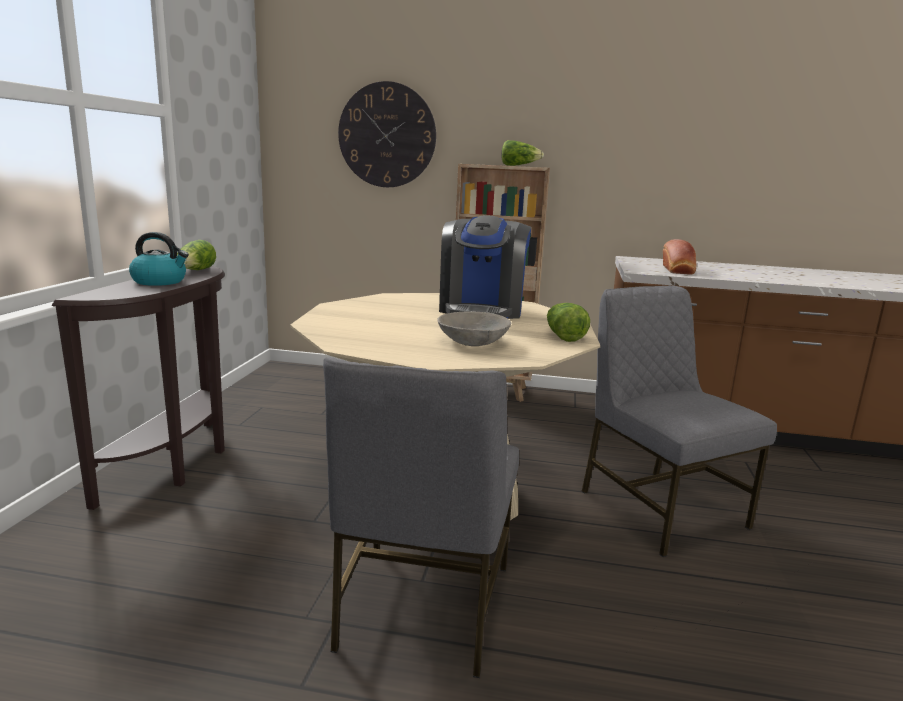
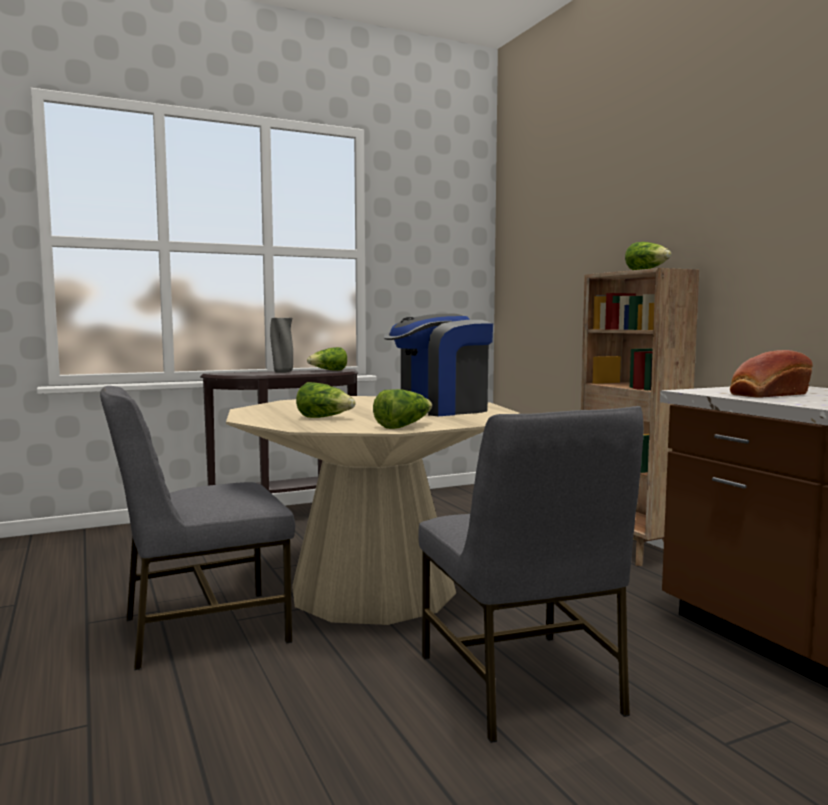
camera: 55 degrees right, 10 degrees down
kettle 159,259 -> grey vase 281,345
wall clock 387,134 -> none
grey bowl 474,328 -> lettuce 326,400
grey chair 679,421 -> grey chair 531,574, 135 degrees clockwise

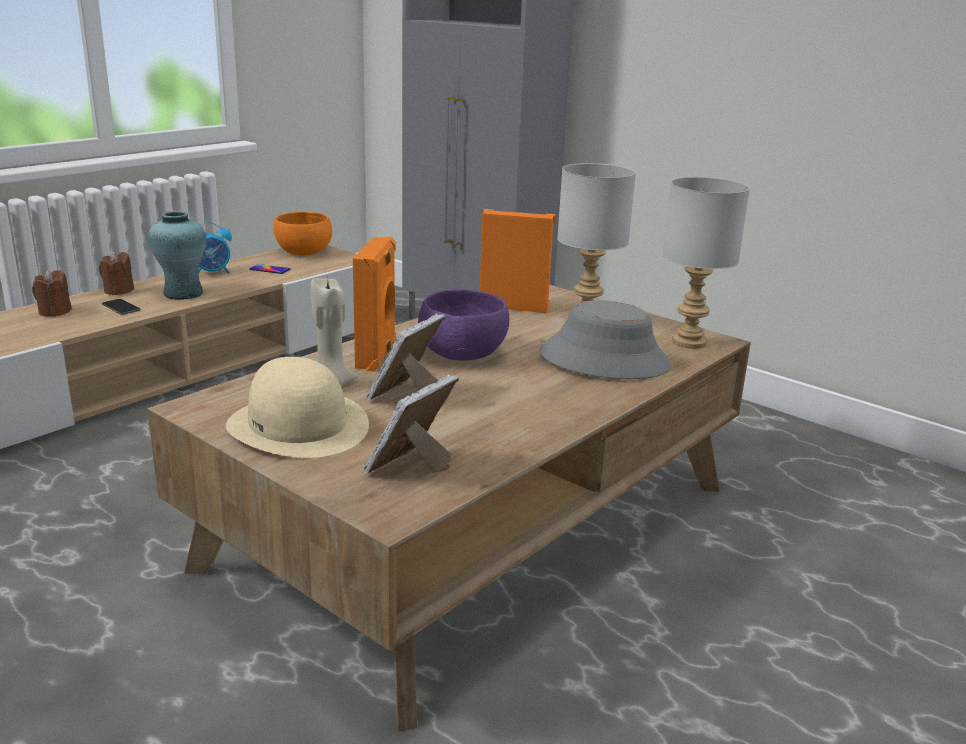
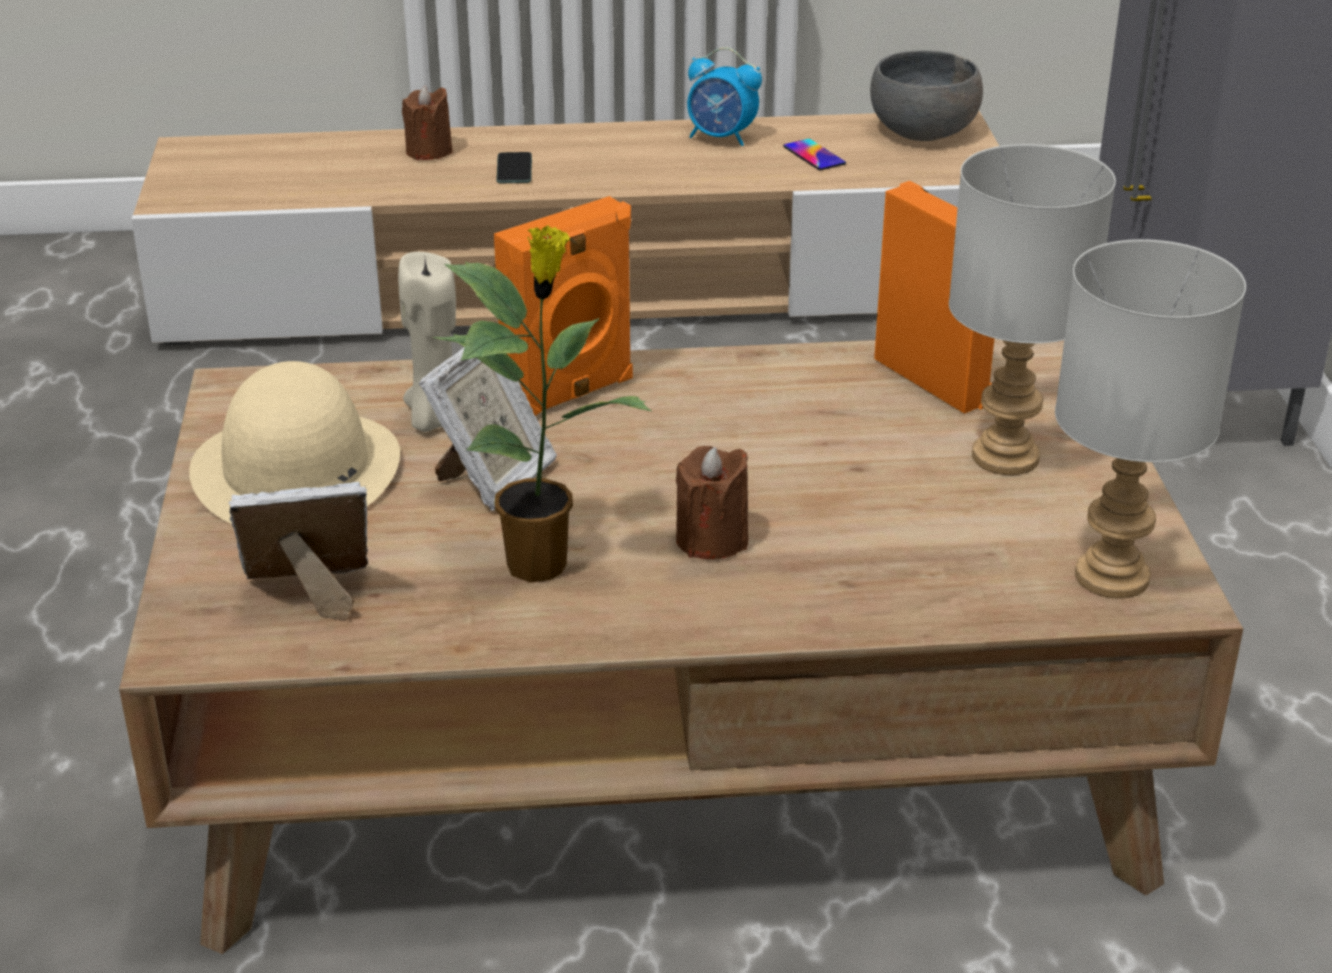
camera: 45 degrees right, 10 degrees up
brown candle 116,273 -> brown candle 712,502, move
turquoise vase 177,255 -> none
orange bowl 302,233 -> grey bowl 926,95
picture frame 405,357 -> picture frame 488,429, 135 degrees clockwise
purple bowl 463,325 -> none
grey hat 605,339 -> none
none -> potted plant 542,404

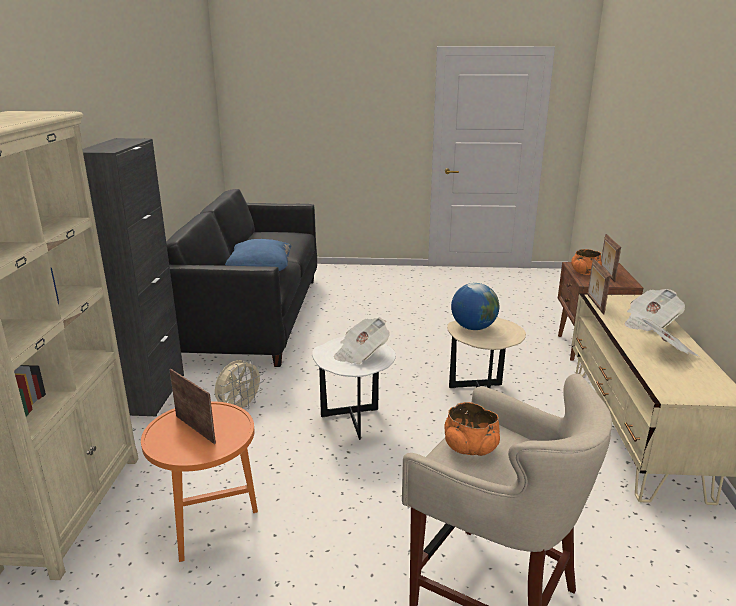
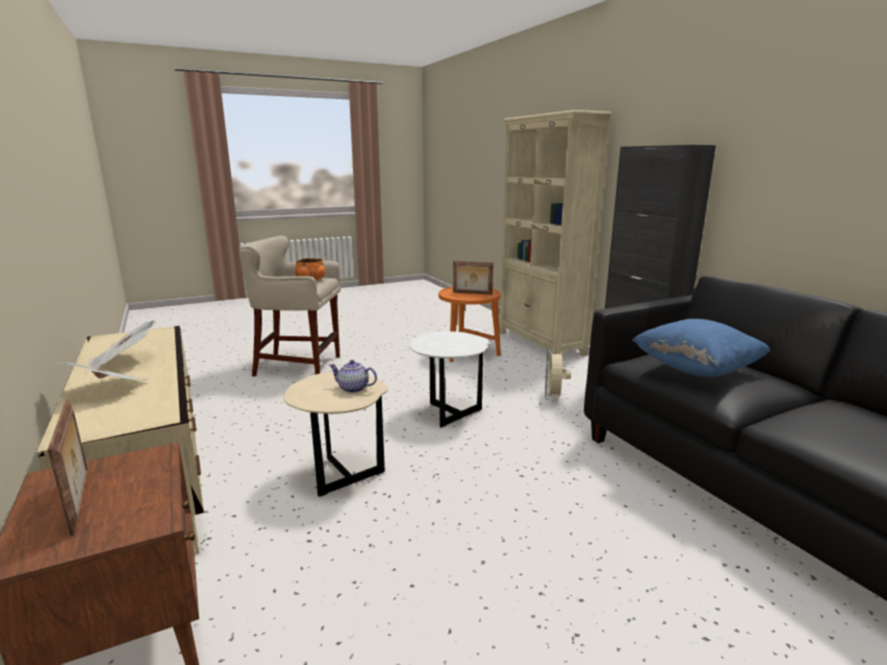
camera: 150 degrees right, 5 degrees down
newspaper 362,341 -> none
globe 475,306 -> teapot 353,376
orange bowl 586,262 -> none
picture frame 599,286 -> none

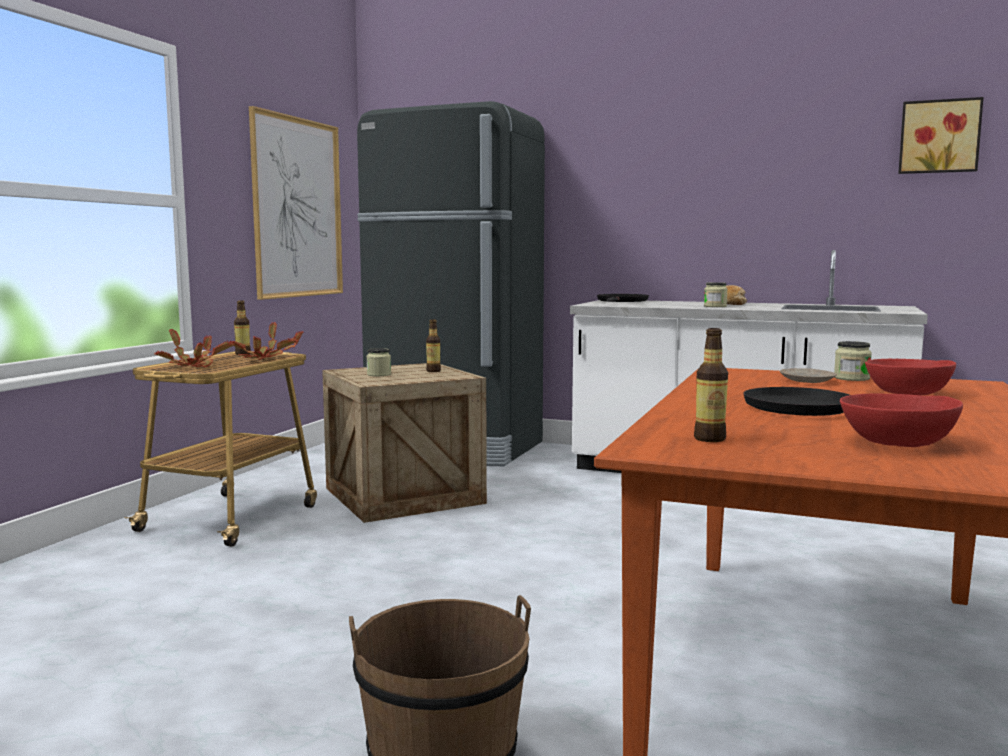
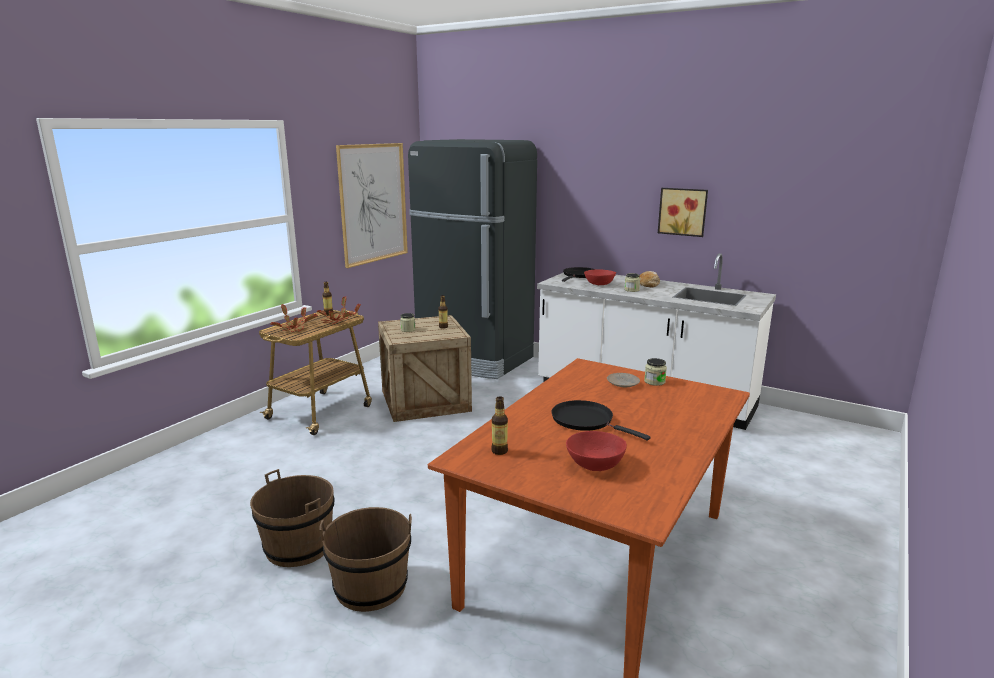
camera: 10 degrees right, 10 degrees up
red bowl 910,377 -> red bowl 600,277, move
picture 941,135 -> picture 683,212, move
none -> brown bucket 292,518

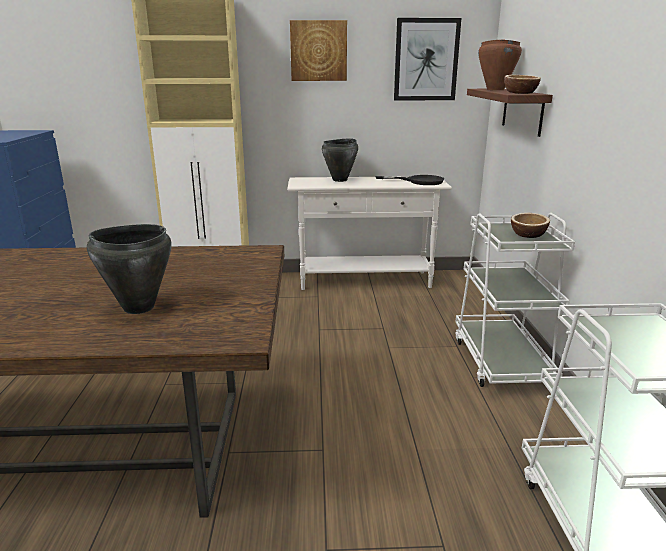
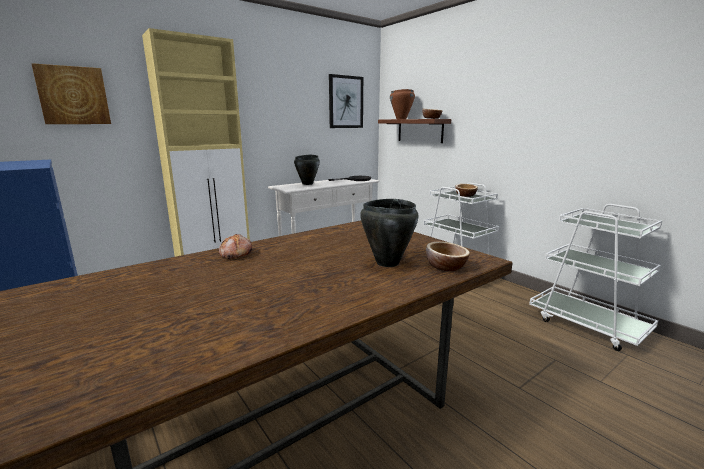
camera: 35 degrees left, 5 degrees down
picture 318,50 -> picture 71,93, move
none -> bread 235,246
none -> bowl 448,256

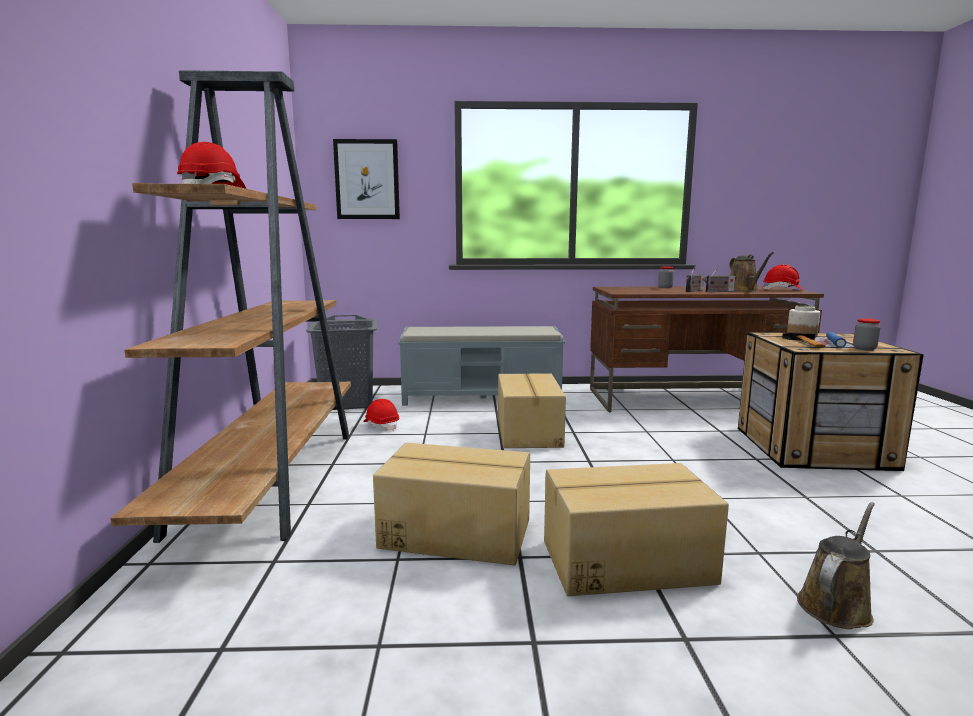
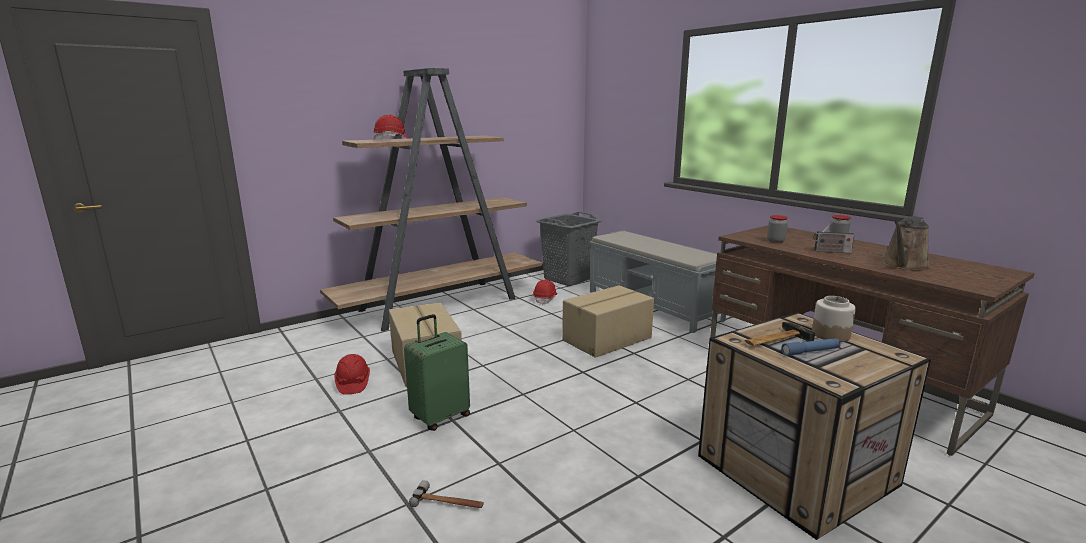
camera: 55 degrees right, 5 degrees up
picture 366,179 -> none
cardboard box 636,529 -> green suitcase 437,372
radio 719,280 -> none
red hard hat 783,277 -> red hard hat 352,374, move
brown watering can 836,565 -> hammer 446,494
jar 867,334 -> jar 777,229, move

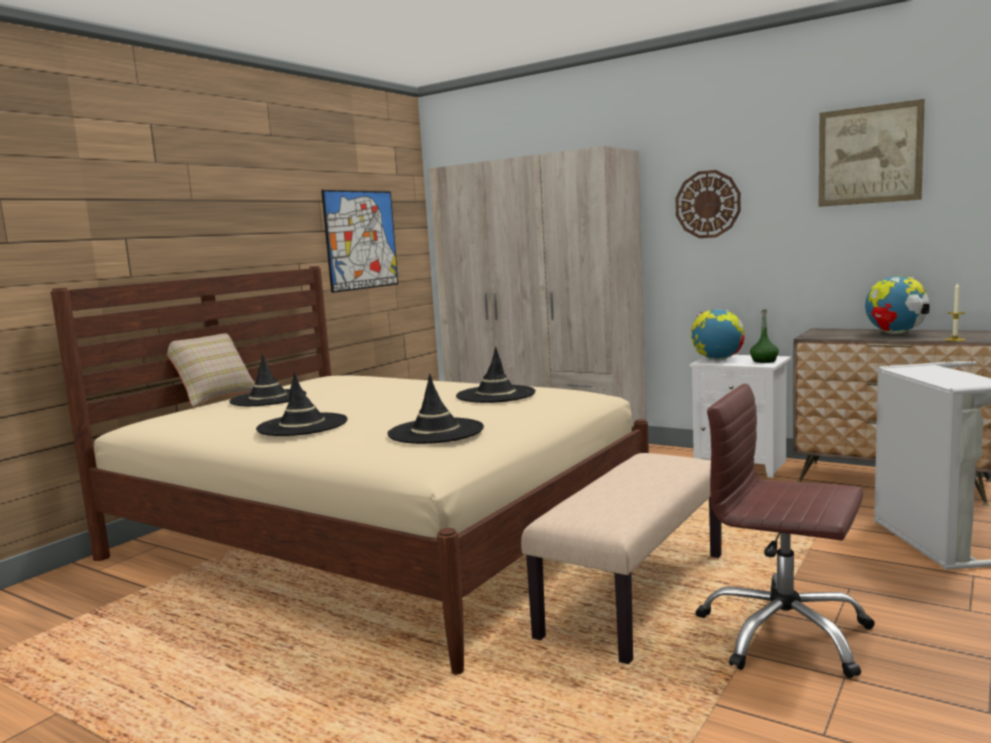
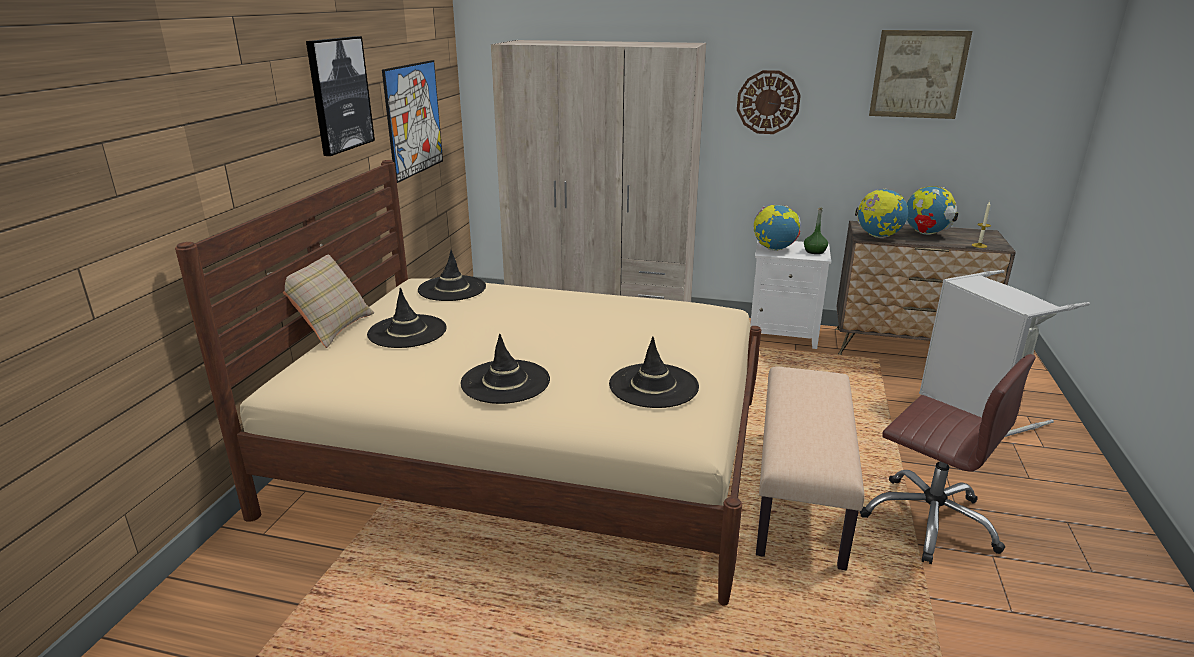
camera: 20 degrees left, 15 degrees up
black hat 495,375 -> black hat 452,275, move
brown office chair 785,531 -> brown office chair 947,459, 150 degrees counterclockwise
none -> picture 340,96
none -> globe 881,213

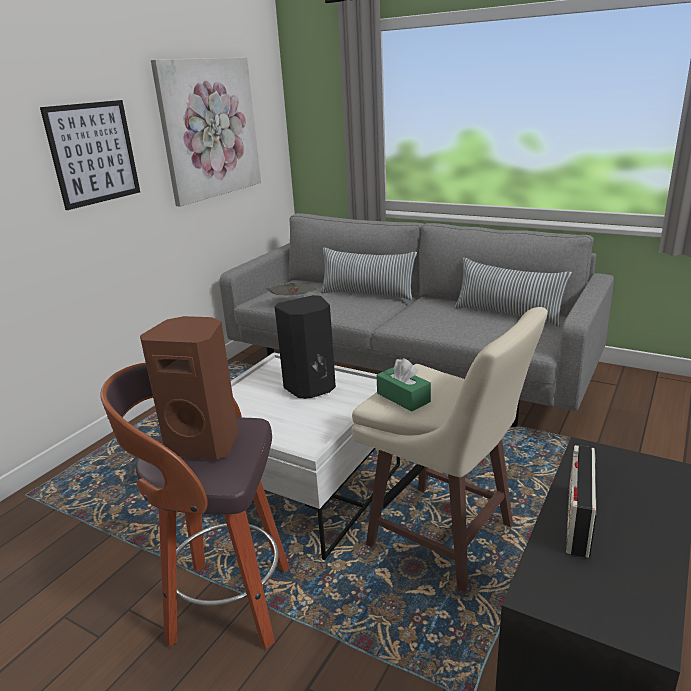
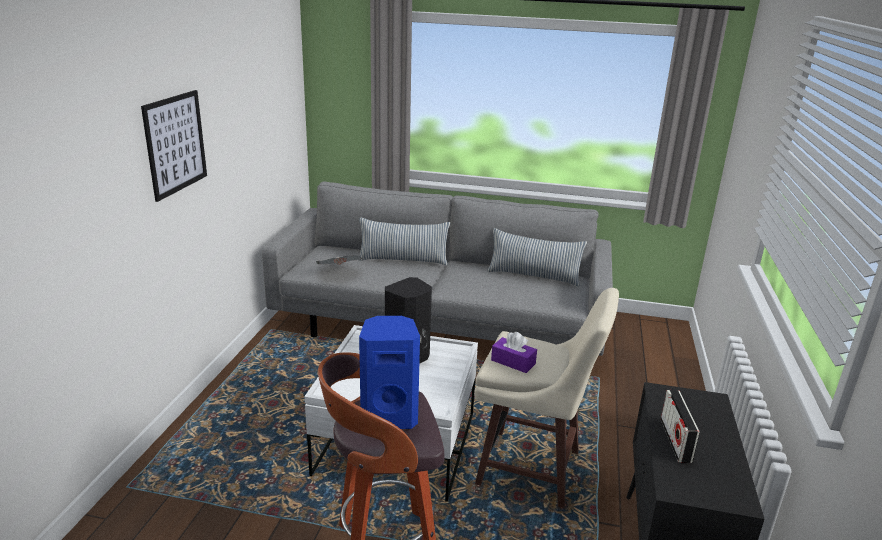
camera: 20 degrees left, 0 degrees up
brown speaker 189,388 -> blue speaker 389,372
picture 206,132 -> none
green tissue box 403,385 -> purple tissue box 514,352

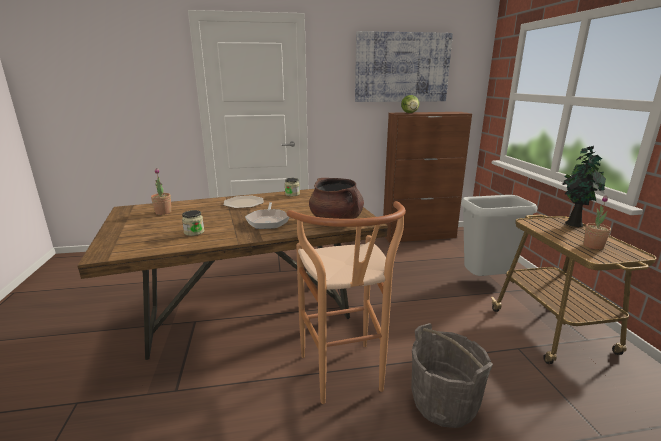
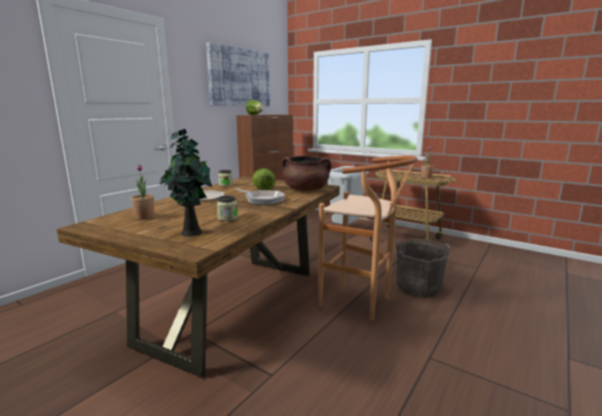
camera: 45 degrees left, 5 degrees down
potted plant 584,186 -> potted plant 185,182, move
none -> lettuce 264,179

